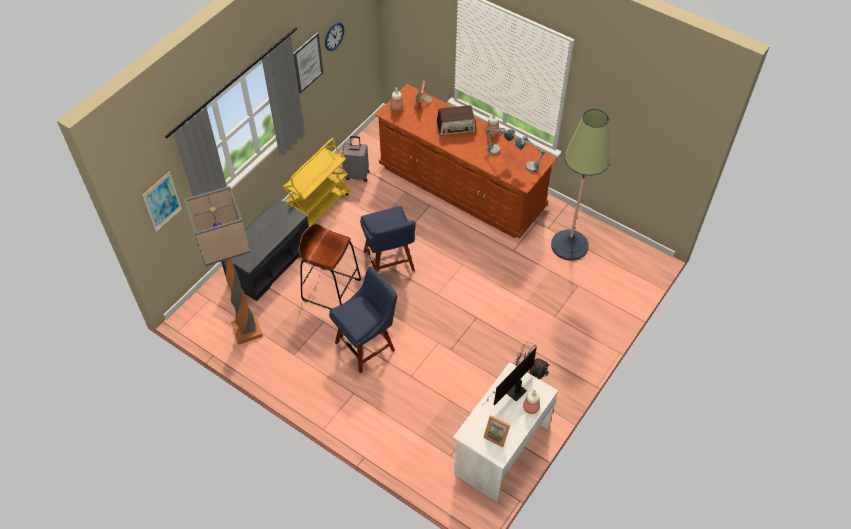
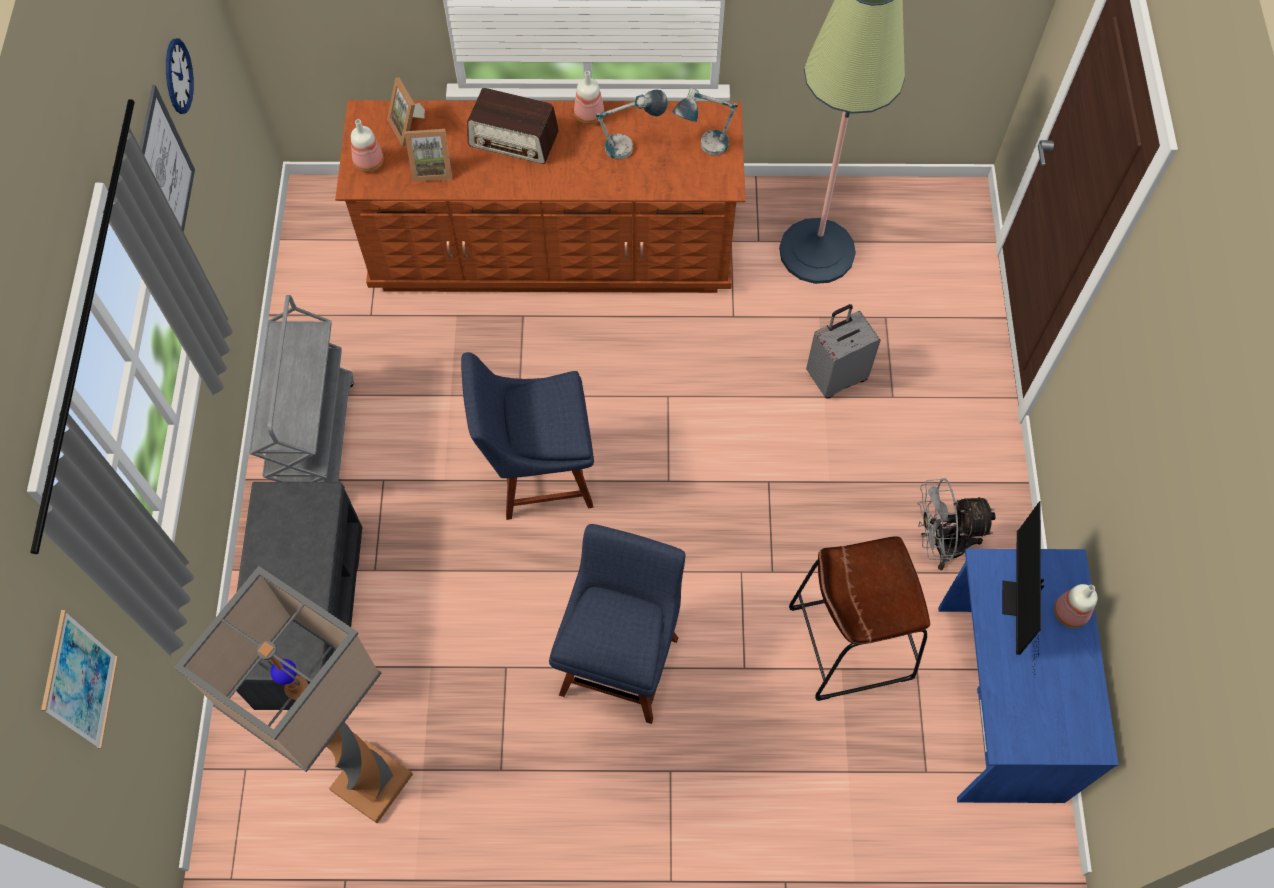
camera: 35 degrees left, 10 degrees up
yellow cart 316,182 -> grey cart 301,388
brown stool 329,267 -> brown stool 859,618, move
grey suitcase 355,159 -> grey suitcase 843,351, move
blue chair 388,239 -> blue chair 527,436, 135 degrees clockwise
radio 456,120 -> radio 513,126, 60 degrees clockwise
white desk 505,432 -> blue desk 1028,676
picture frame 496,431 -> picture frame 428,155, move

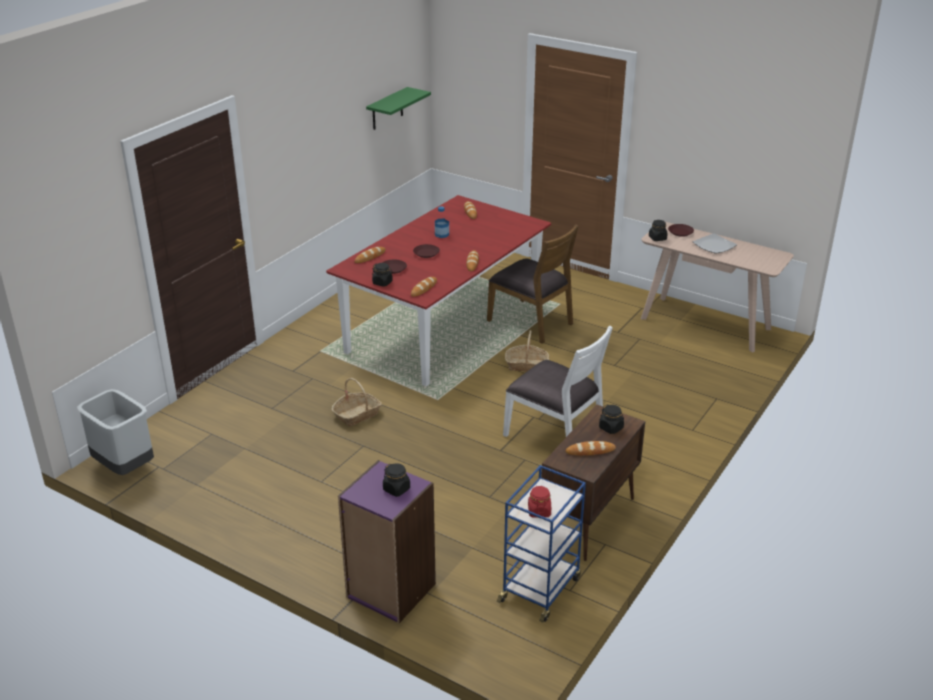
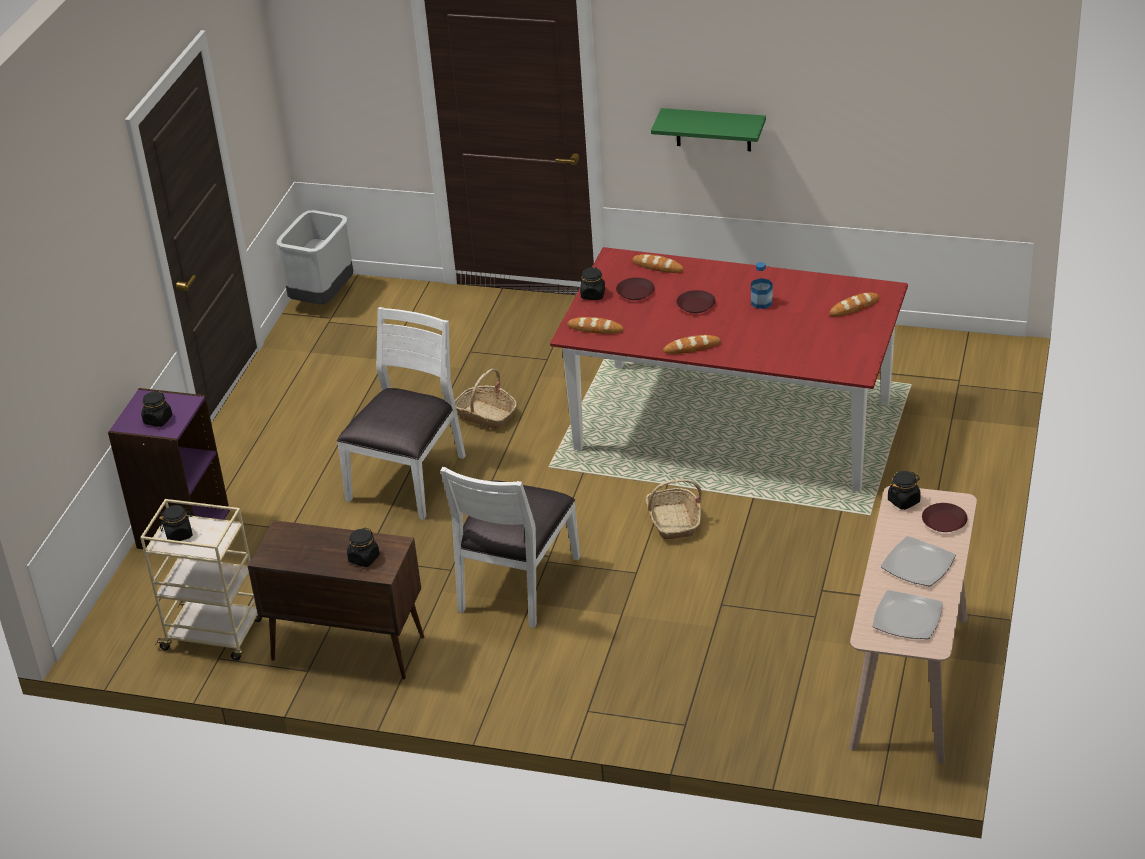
camera: 75 degrees right, 5 degrees up
green shelf 398,108 -> green shelf 708,129, move
brown chair 533,284 -> none
blue cart 541,544 -> beige cart 201,580
red jar 539,502 -> black jar 176,523
bread 590,448 -> none
none -> white chair 401,413
none -> plate 907,614

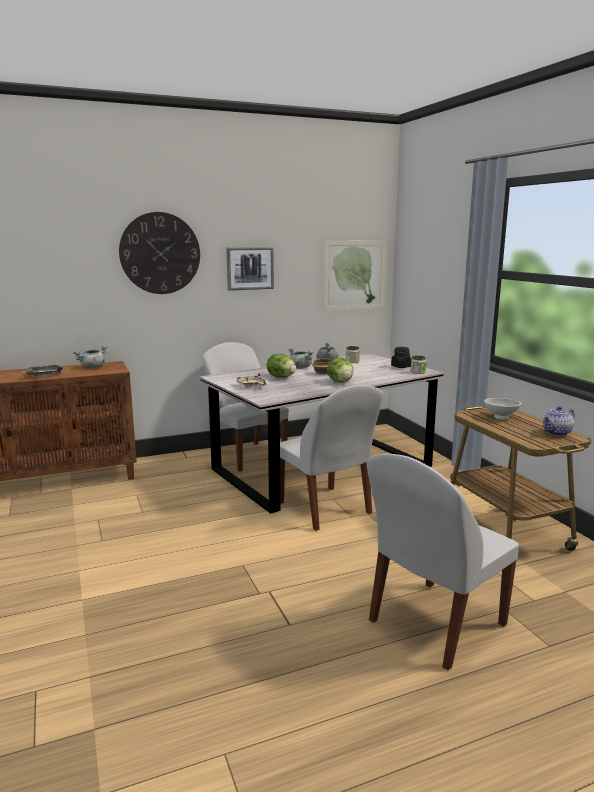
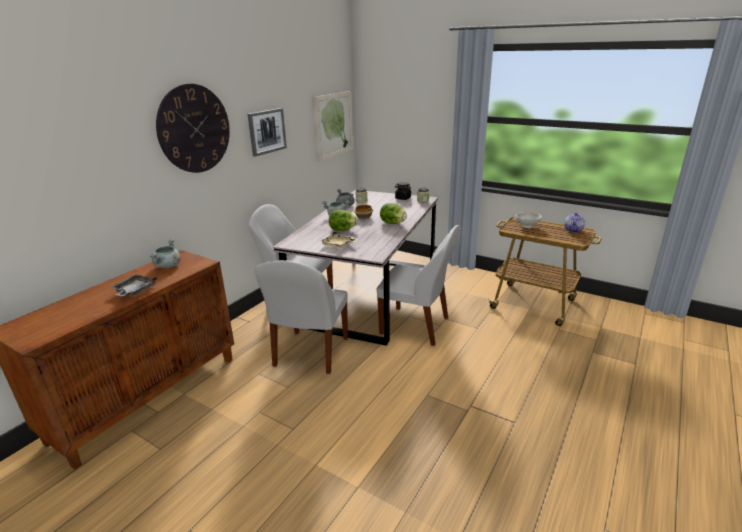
camera: 35 degrees left, 10 degrees up
white chair 442,562 -> white chair 301,317, move

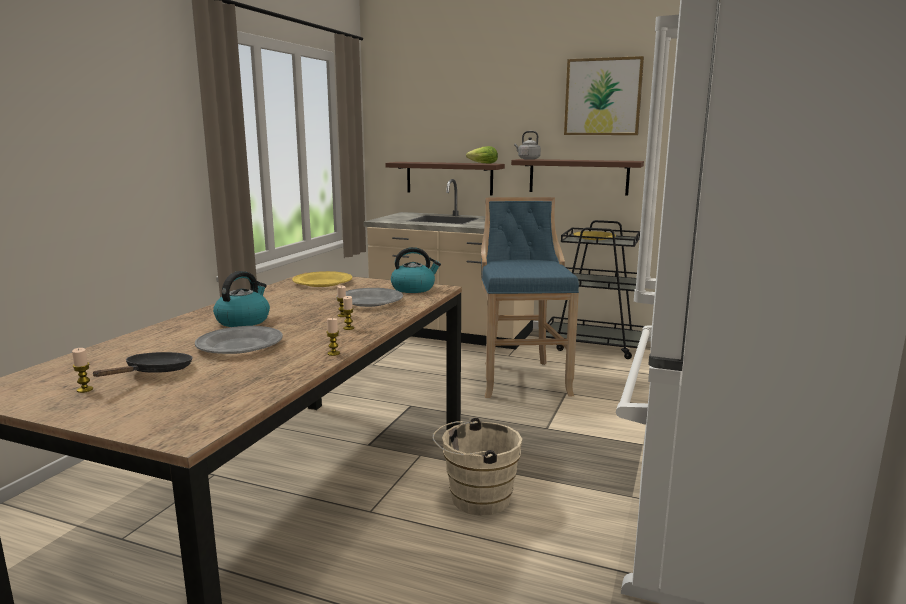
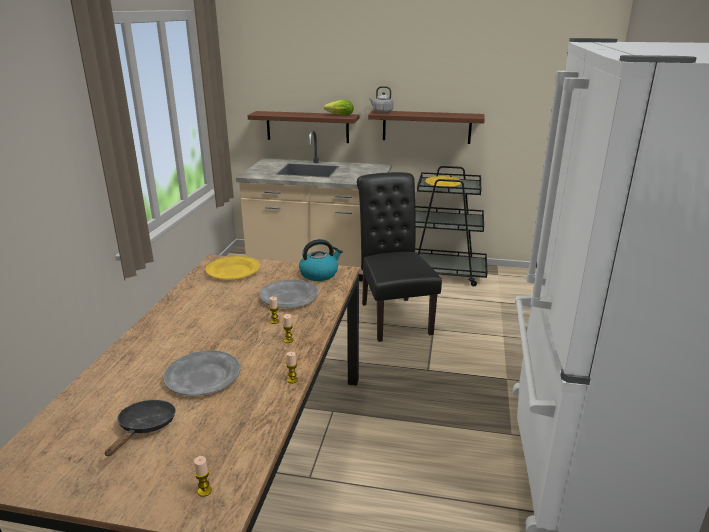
camera: 10 degrees left, 10 degrees up
candle 82,370 -> candle 203,476, move
kettle 241,299 -> none
beige bucket 477,467 -> none
blue stool 530,297 -> black chair 399,257
picture 604,95 -> none

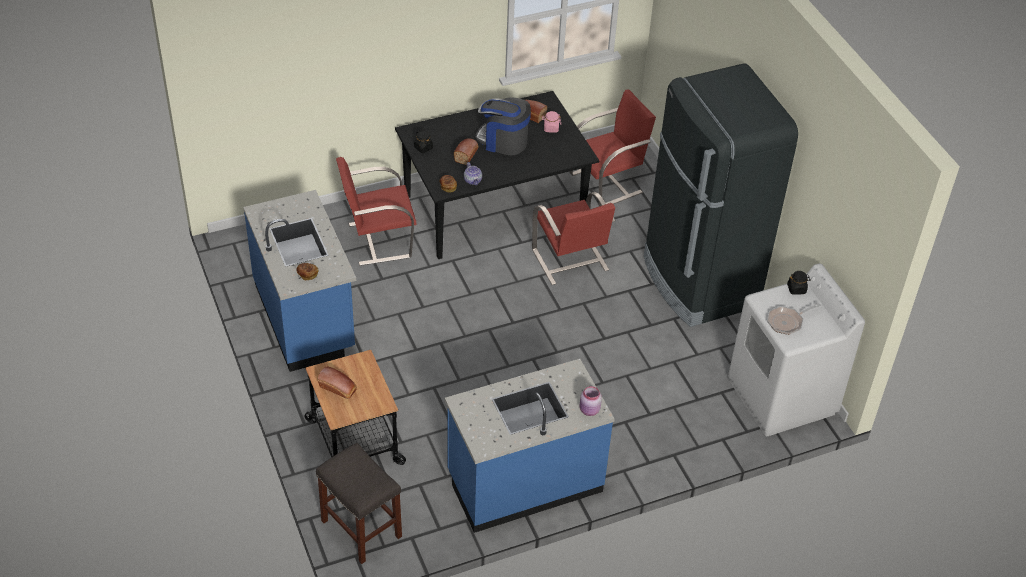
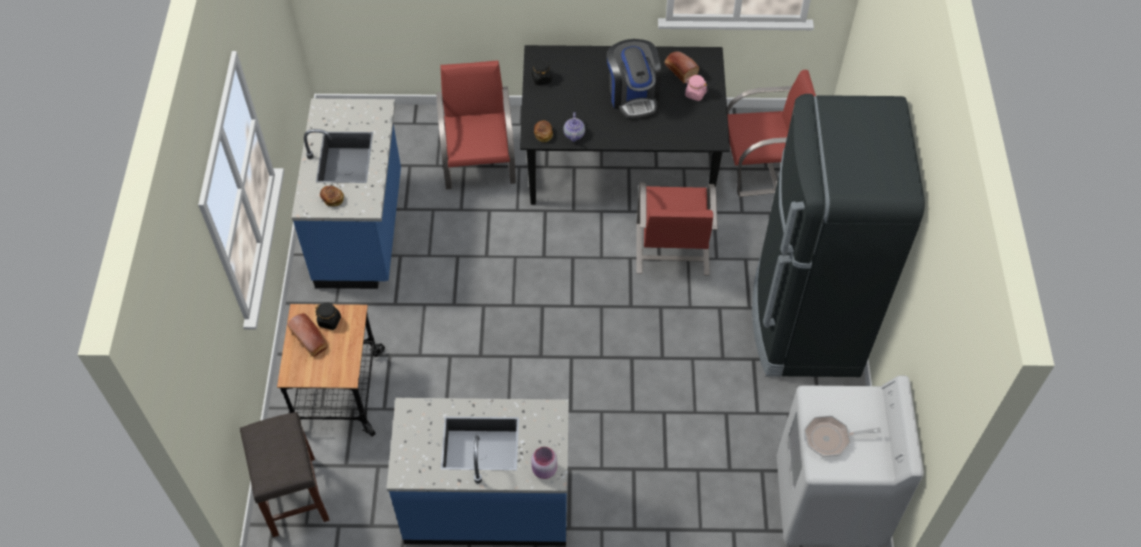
camera: 25 degrees right, 10 degrees up
red chair 376,211 -> red chair 476,124, 75 degrees clockwise
bread 466,151 -> none
coffee machine 503,126 -> coffee machine 634,78, 150 degrees counterclockwise
black jar 798,283 -> black jar 328,316, move

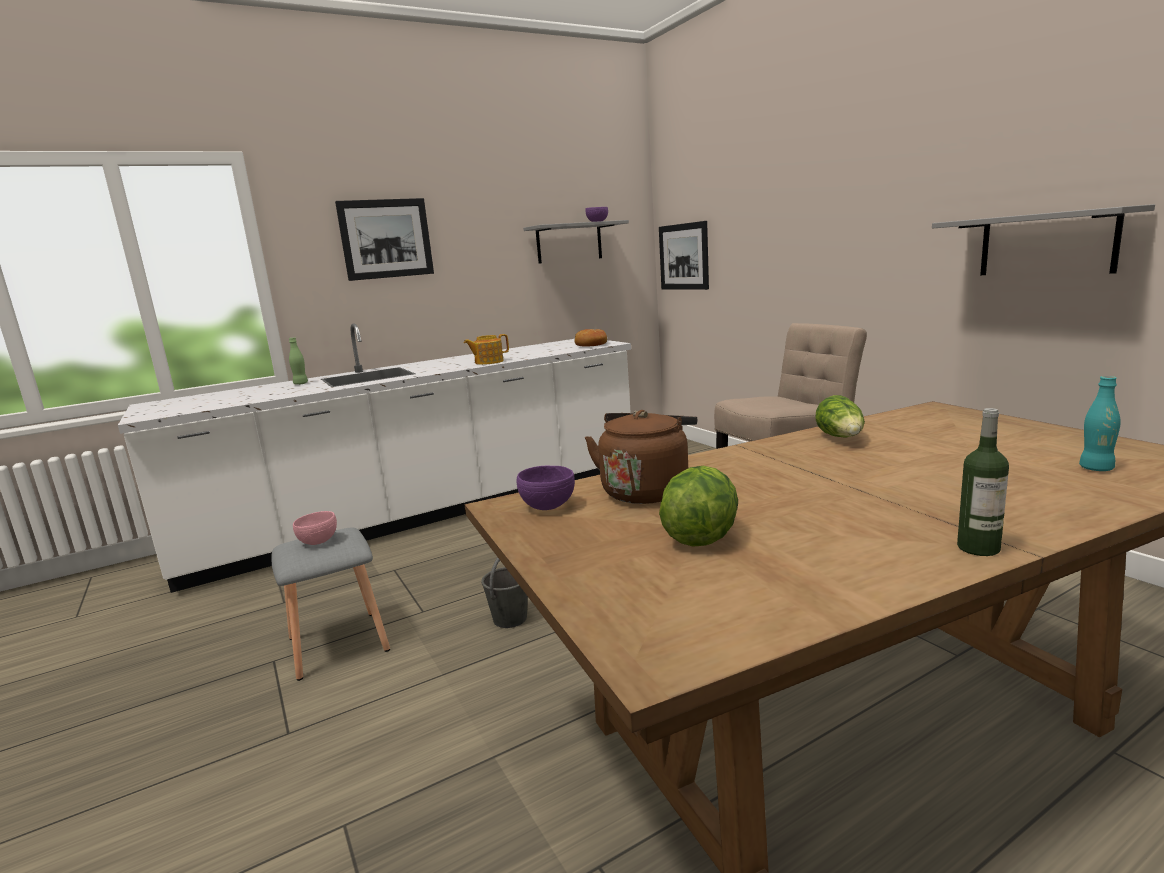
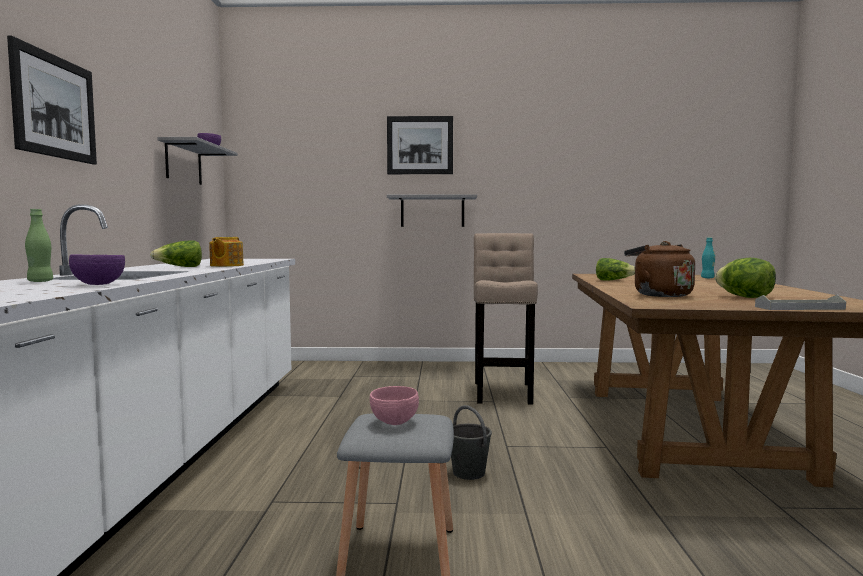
camera: 60 degrees left, 10 degrees down
purple bowl 546,488 -> purple bowl 97,270, move
bread 591,338 -> none
picture 684,255 -> picture 420,145, move
grey shelf 1043,239 -> grey shelf 432,210, move
bottle 983,482 -> none
none -> lettuce 176,254
none -> grey tray 800,302

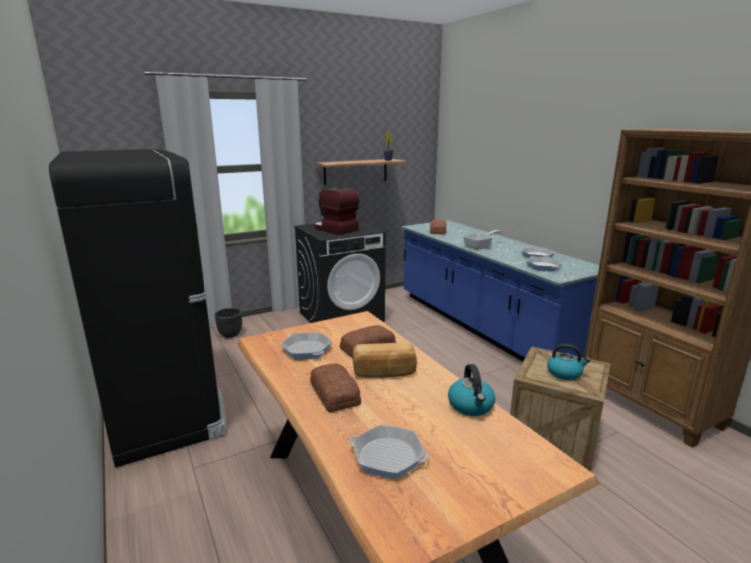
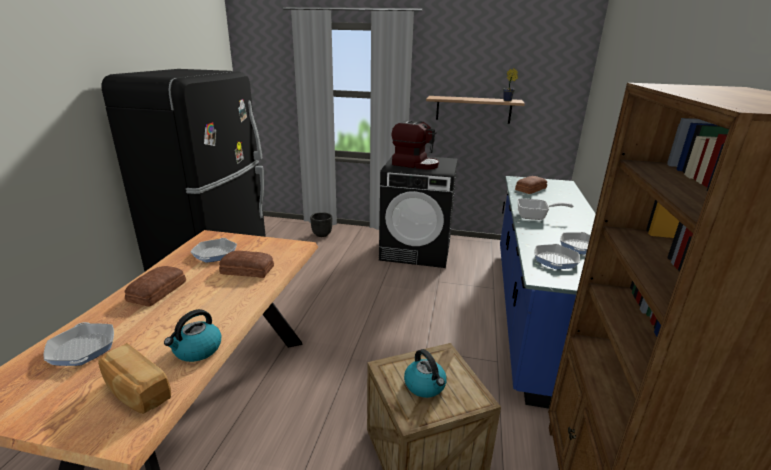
camera: 40 degrees right, 5 degrees up
coffee machine 336,211 -> coffee machine 415,145, 120 degrees clockwise
bread 384,360 -> bread 134,378, move

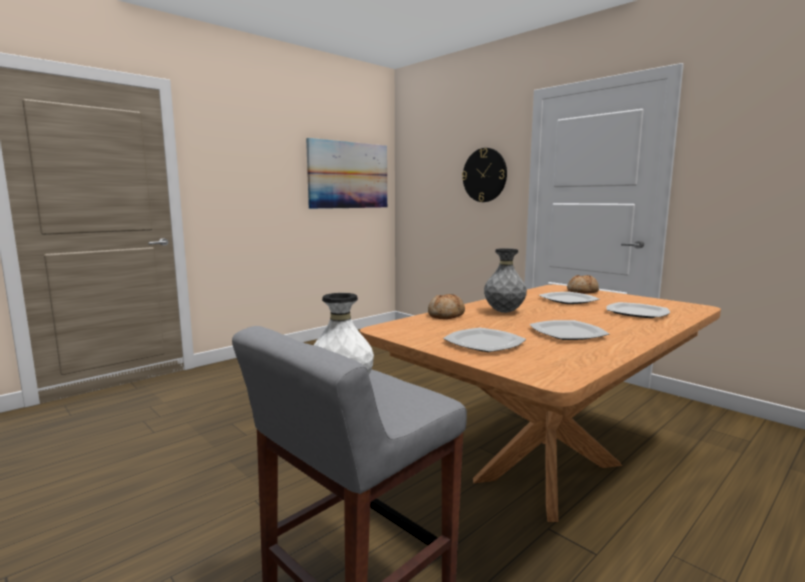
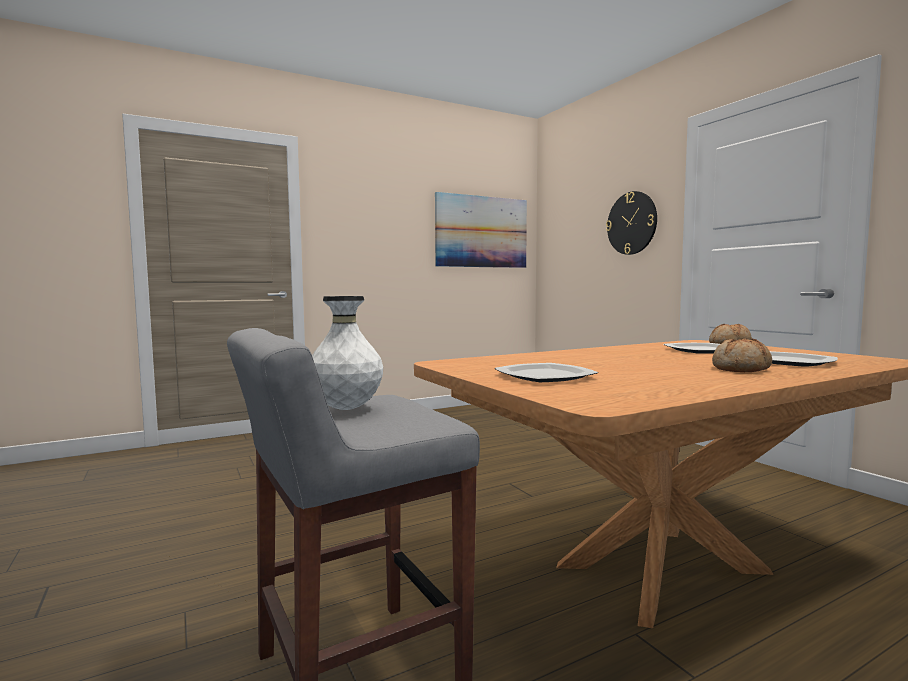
camera: 15 degrees right, 5 degrees down
bread 446,306 -> bread 742,355, move
grey vase 505,280 -> none
plate 569,330 -> none

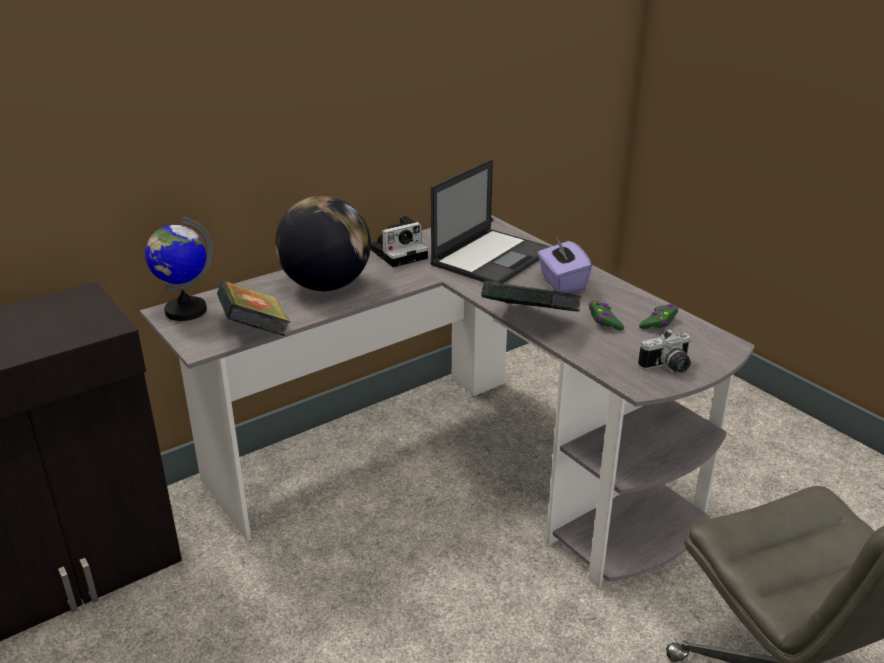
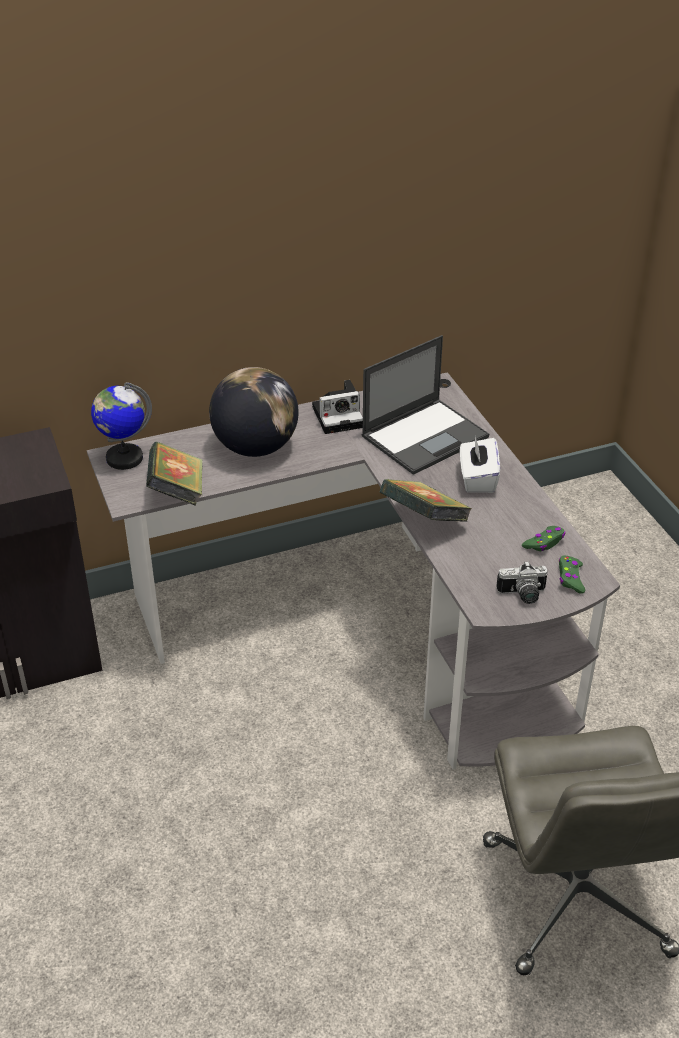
camera: 15 degrees right, 10 degrees up
purple tissue box 565,265 -> white tissue box 480,465
green game controller 606,316 -> green game controller 572,574, move

